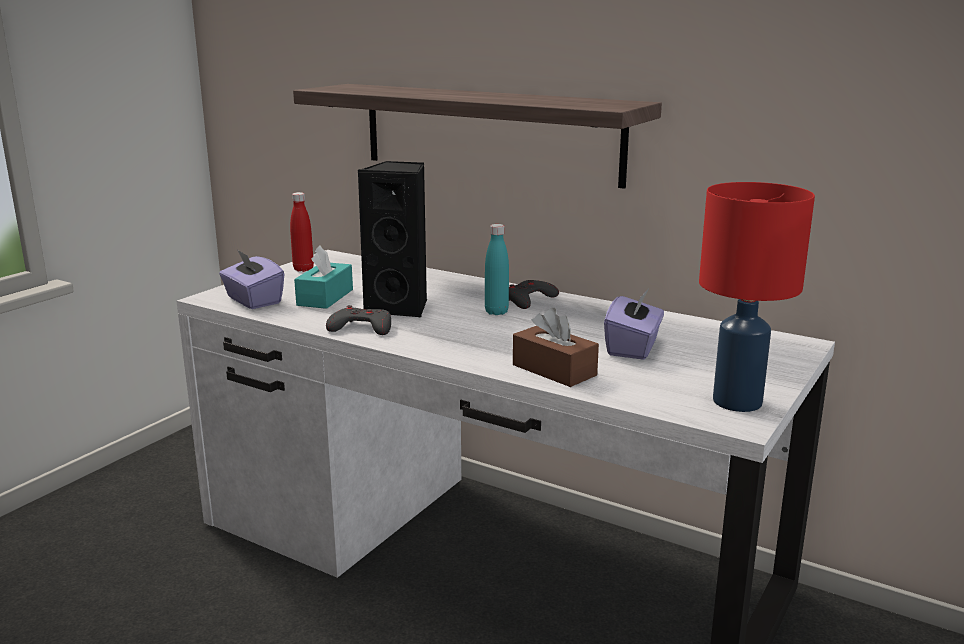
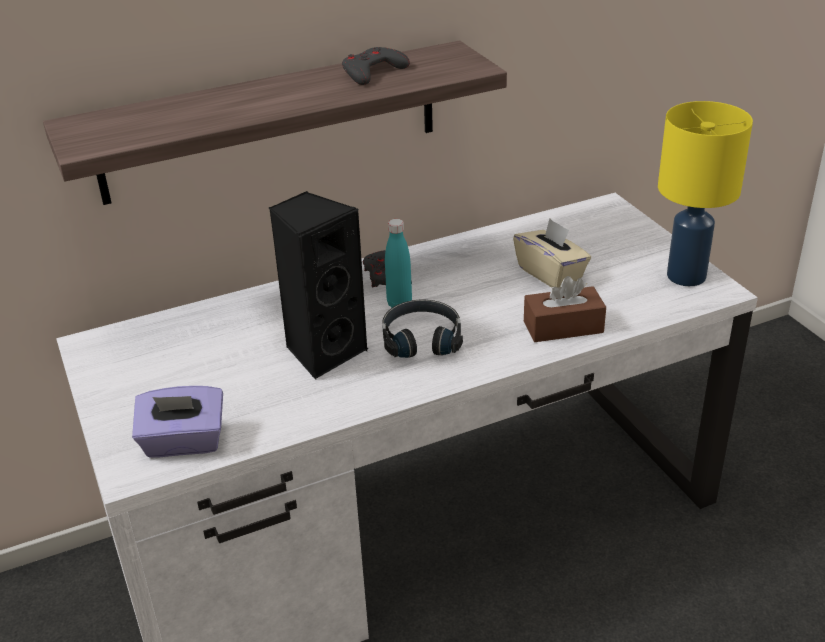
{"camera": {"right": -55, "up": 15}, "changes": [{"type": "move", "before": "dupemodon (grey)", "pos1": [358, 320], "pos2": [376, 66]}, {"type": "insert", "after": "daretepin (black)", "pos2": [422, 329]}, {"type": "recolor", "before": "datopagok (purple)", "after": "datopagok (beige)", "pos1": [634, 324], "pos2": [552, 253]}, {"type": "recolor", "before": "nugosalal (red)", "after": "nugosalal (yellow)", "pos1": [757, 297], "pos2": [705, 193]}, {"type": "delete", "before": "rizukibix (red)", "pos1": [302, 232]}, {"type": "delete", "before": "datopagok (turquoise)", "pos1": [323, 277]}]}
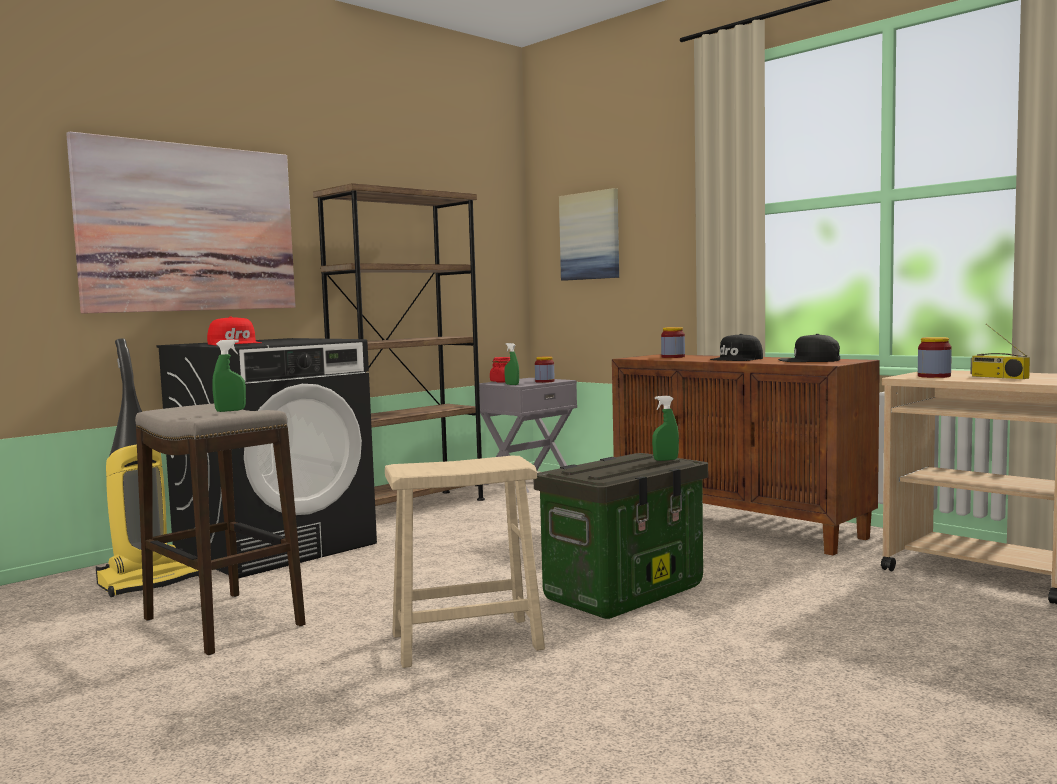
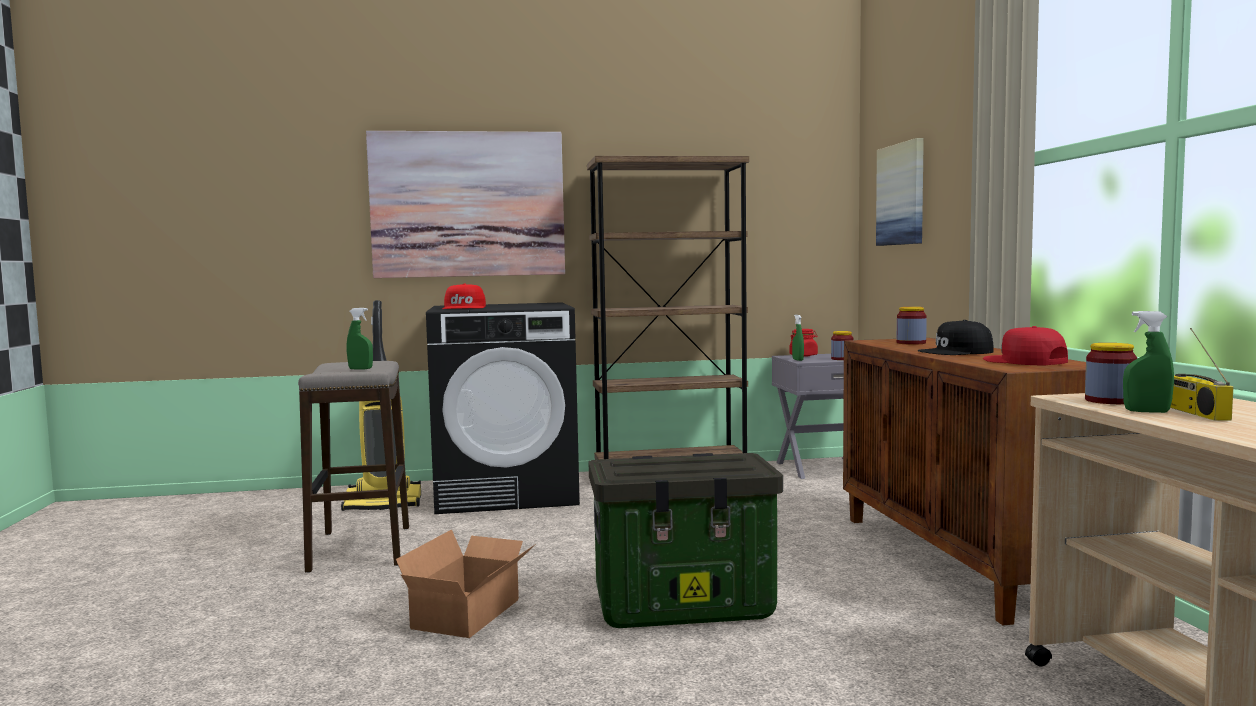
{"camera": {"right": 35, "up": 0}, "changes": [{"type": "replace", "before": "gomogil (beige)", "after": "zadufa", "pos1": [465, 562], "pos2": [466, 583]}, {"type": "recolor", "before": "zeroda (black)", "after": "zeroda (red)", "pos1": [809, 348], "pos2": [1025, 346]}, {"type": "move", "before": "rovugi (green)", "pos1": [665, 428], "pos2": [1148, 362]}]}
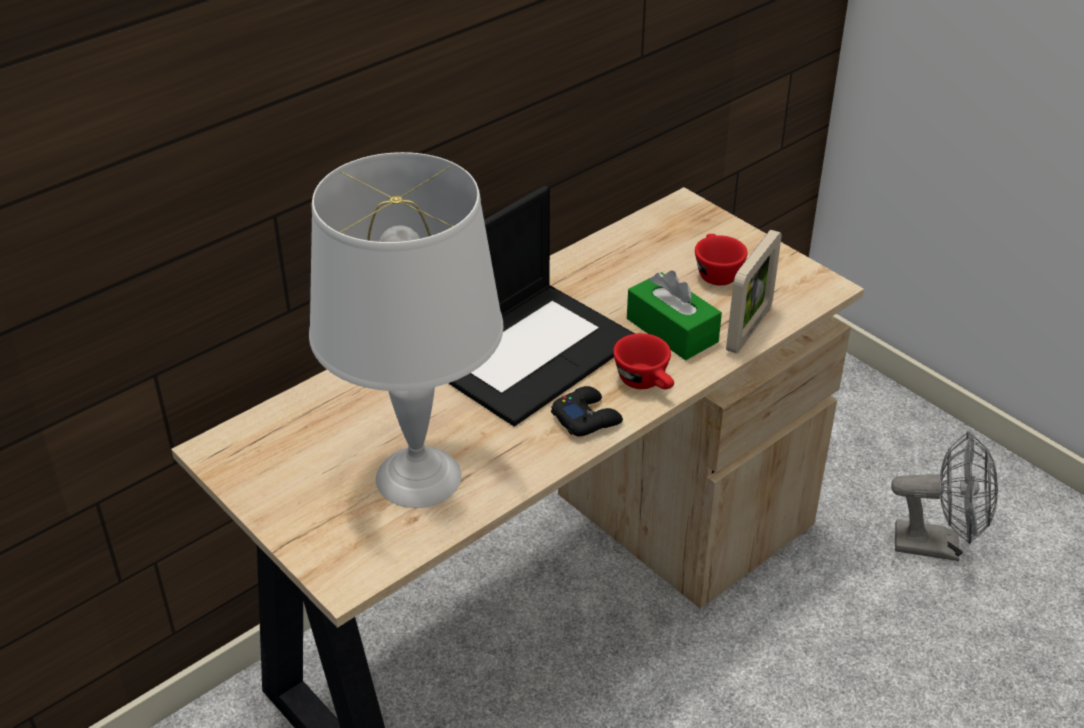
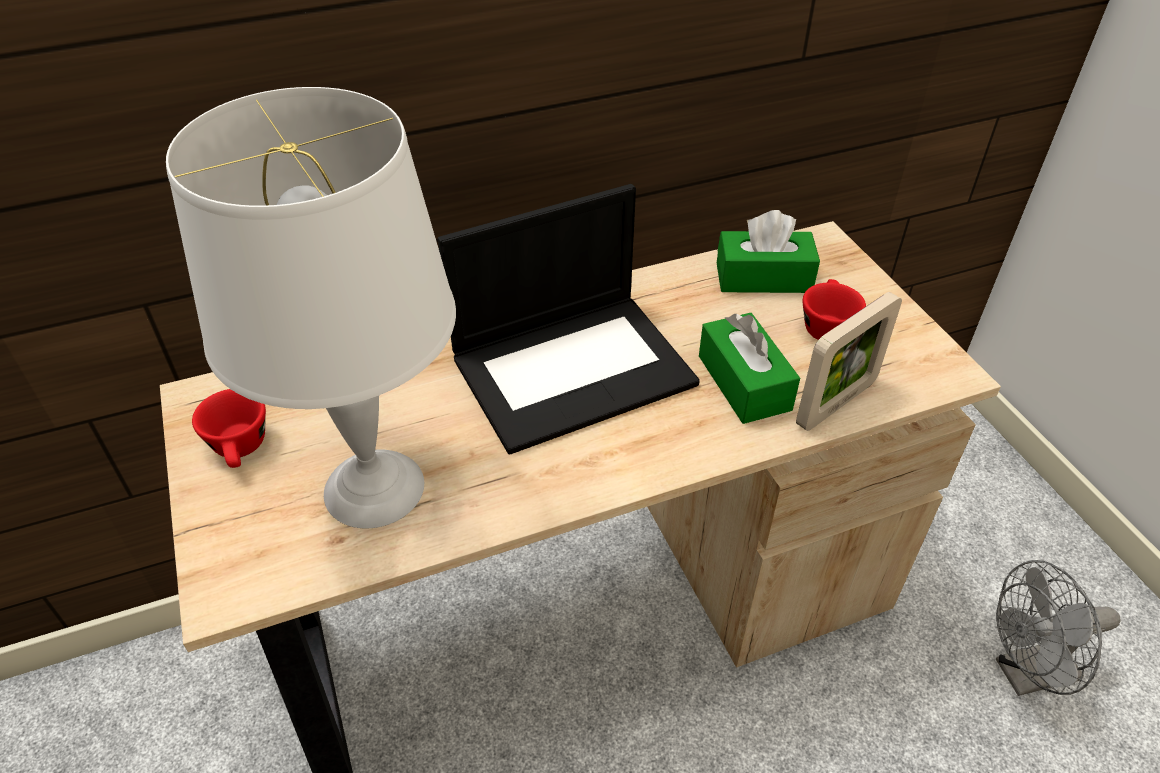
{"camera": {"right": 20, "up": 5}, "changes": [{"type": "move", "before": "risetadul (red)", "pos1": [643, 361], "pos2": [229, 428]}, {"type": "insert", "after": "datopagok (green)", "pos2": [768, 251]}, {"type": "rotate", "before": "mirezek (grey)", "pos1": [944, 496], "pos2": [1058, 628], "turn": 135}, {"type": "delete", "before": "dupemodon (black)", "pos1": [587, 411]}]}
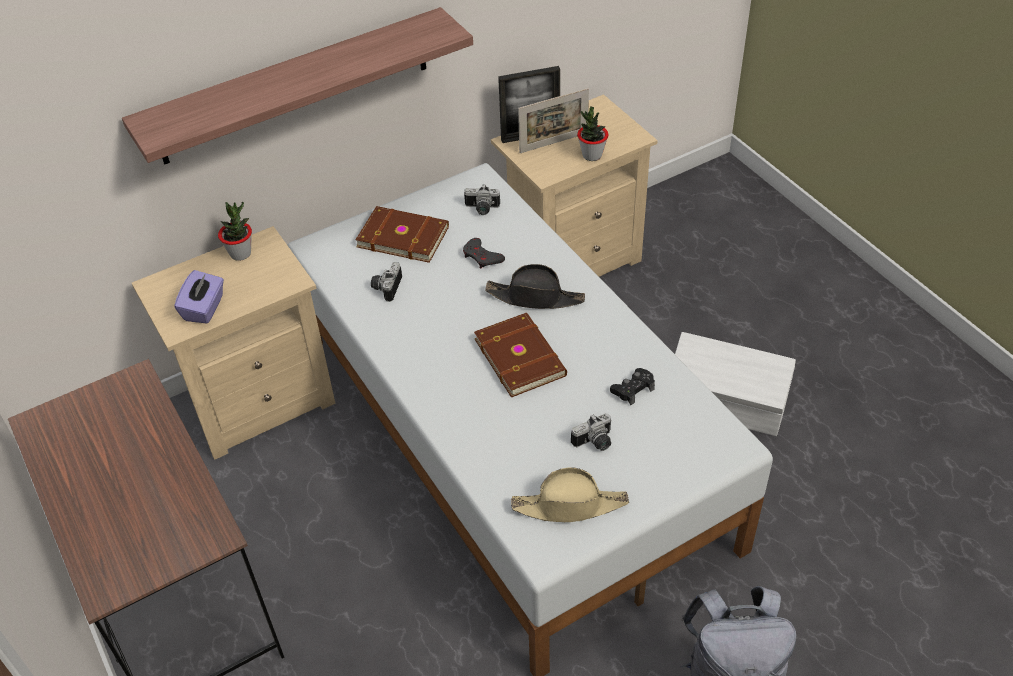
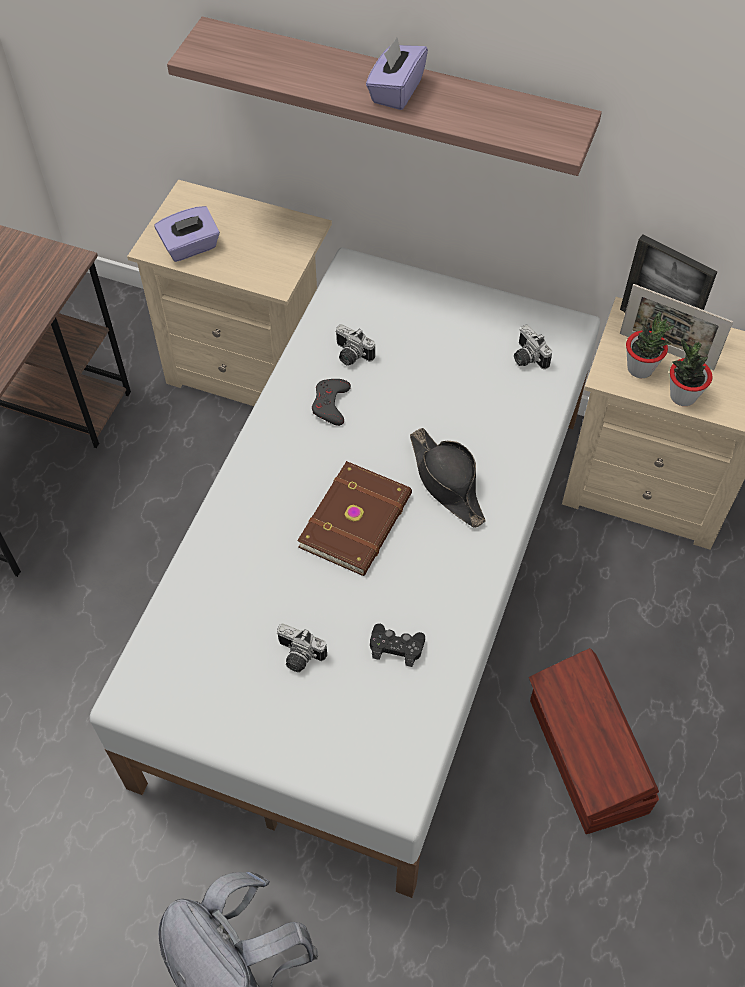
{"camera": {"right": 50, "up": 10}, "changes": [{"type": "move", "before": "dupemodon (grey)", "pos1": [484, 253], "pos2": [331, 402]}, {"type": "rotate", "before": "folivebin", "pos1": [386, 282], "pos2": [355, 345], "turn": -120}, {"type": "insert", "after": "datopagok (purple)", "pos2": [397, 74]}, {"type": "recolor", "before": "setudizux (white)", "after": "setudizux (brown)", "pos1": [735, 384], "pos2": [594, 741]}, {"type": "move", "before": "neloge", "pos1": [235, 231], "pos2": [650, 345]}, {"type": "delete", "before": "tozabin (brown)", "pos1": [402, 234]}, {"type": "delete", "before": "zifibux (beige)", "pos1": [570, 494]}]}
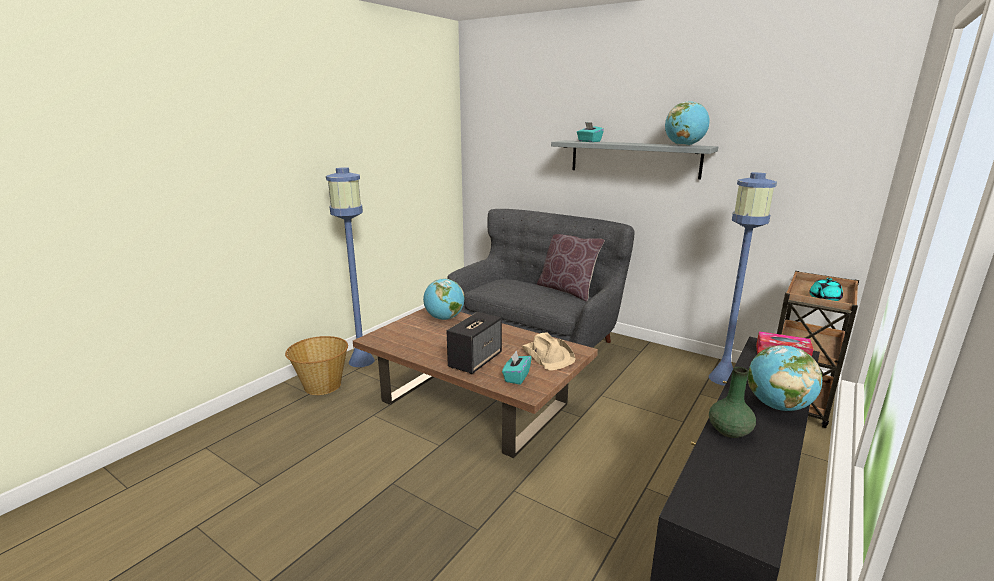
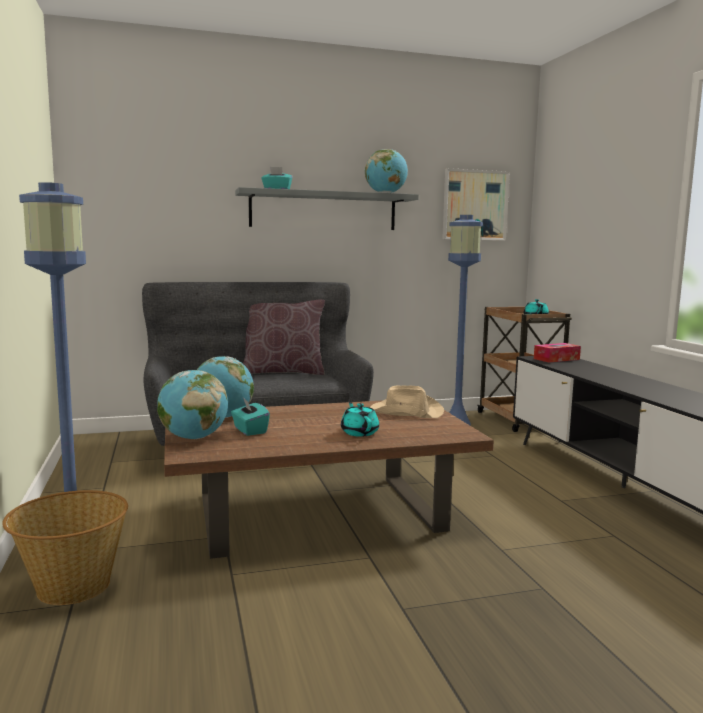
{"camera": {"right": -50, "up": -10}, "changes": [{"type": "move", "before": "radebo", "pos1": [785, 378], "pos2": [192, 404]}, {"type": "move", "before": "datopagok (turquoise)", "pos1": [517, 367], "pos2": [250, 417]}, {"type": "replace", "before": "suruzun", "after": "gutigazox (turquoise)", "pos1": [474, 343], "pos2": [360, 419]}, {"type": "insert", "after": "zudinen", "pos2": [476, 204]}, {"type": "delete", "before": "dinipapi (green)", "pos1": [732, 402]}]}
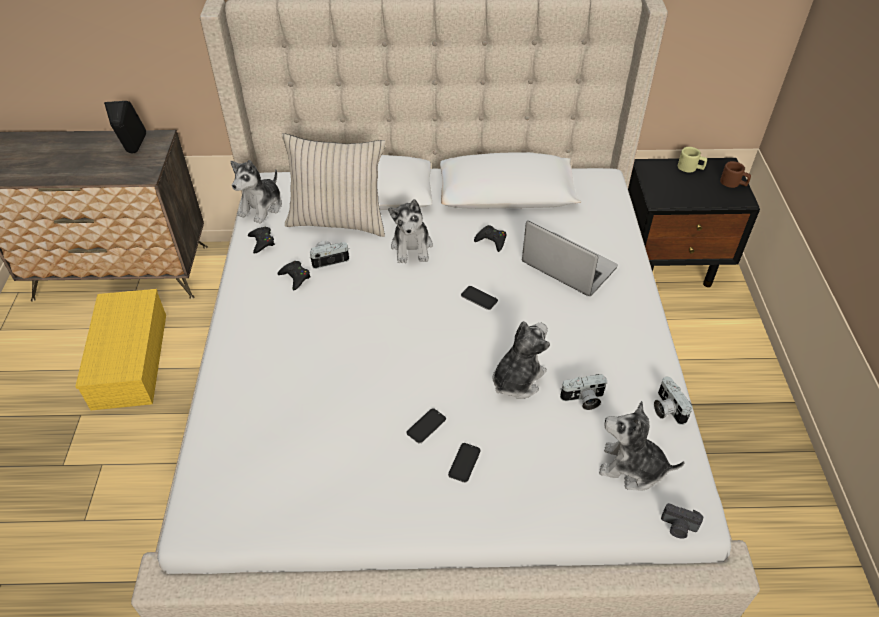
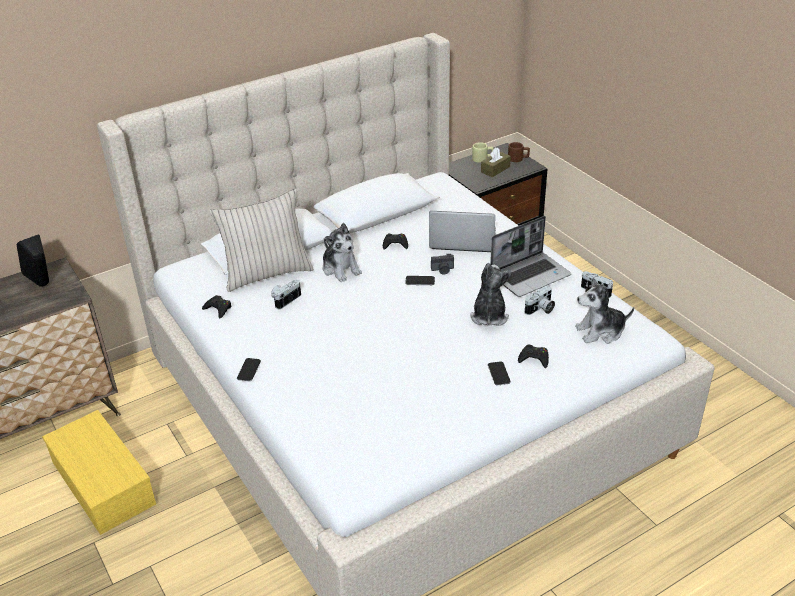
{"camera": {"right": -30, "up": -10}, "changes": [{"type": "move", "before": "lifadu", "pos1": [426, 426], "pos2": [249, 369]}, {"type": "move", "before": "folivebin", "pos1": [682, 521], "pos2": [442, 264]}, {"type": "insert", "after": "datopagok (brown)", "pos2": [496, 162]}, {"type": "insert", "after": "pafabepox", "pos2": [530, 256]}, {"type": "move", "before": "dupemodon (black)", "pos1": [294, 275], "pos2": [533, 356]}, {"type": "delete", "before": "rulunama", "pos1": [256, 192]}]}
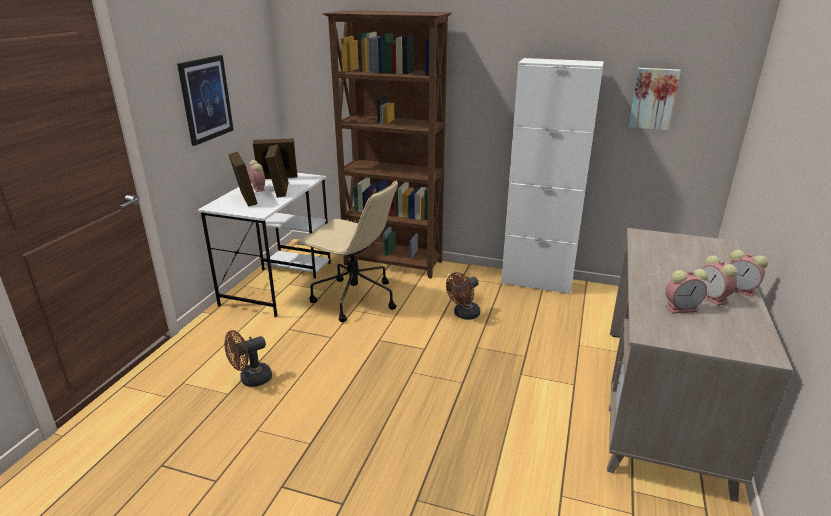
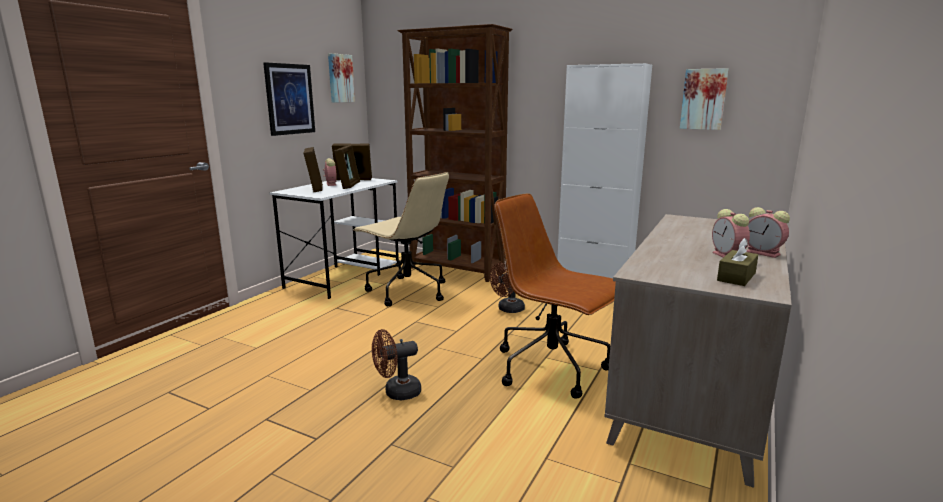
{"camera": {"right": 10, "up": -10}, "changes": [{"type": "insert", "after": "zudinen", "pos2": [341, 78]}, {"type": "move", "before": "mirezek (brown)", "pos1": [248, 358], "pos2": [396, 364]}, {"type": "insert", "after": "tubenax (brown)", "pos2": [555, 296]}, {"type": "insert", "after": "datopagok (brown)", "pos2": [737, 262]}, {"type": "delete", "before": "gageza", "pos1": [686, 291]}]}
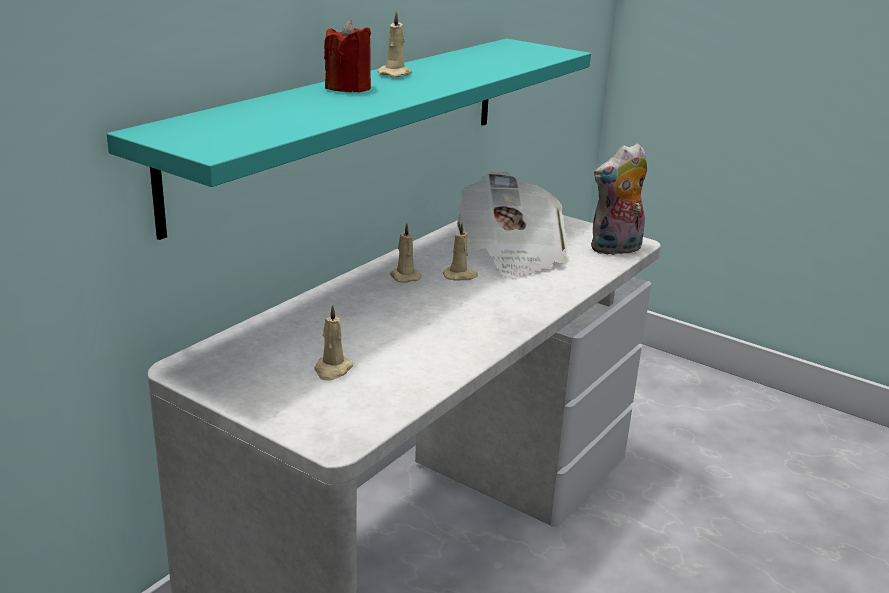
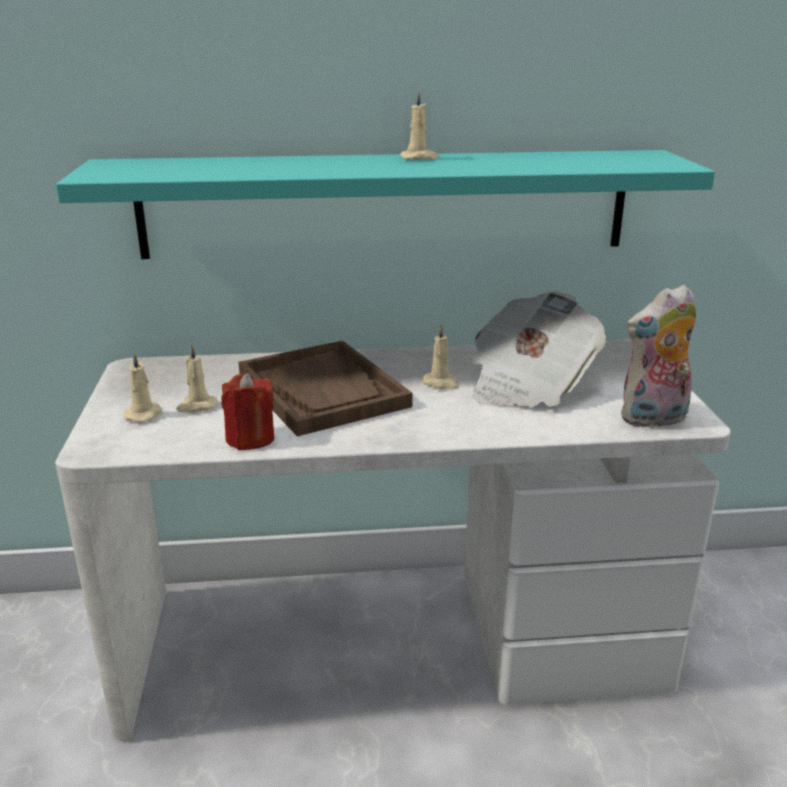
{"camera": {"right": 50, "up": 0}, "changes": [{"type": "move", "before": "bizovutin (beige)", "pos1": [406, 253], "pos2": [142, 387]}, {"type": "move", "before": "bizovutin (red)", "pos1": [347, 56], "pos2": [247, 411]}, {"type": "insert", "after": "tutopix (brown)", "pos2": [325, 388]}, {"type": "rotate", "before": "rulunama", "pos1": [619, 199], "pos2": [658, 356], "turn": -45}]}
